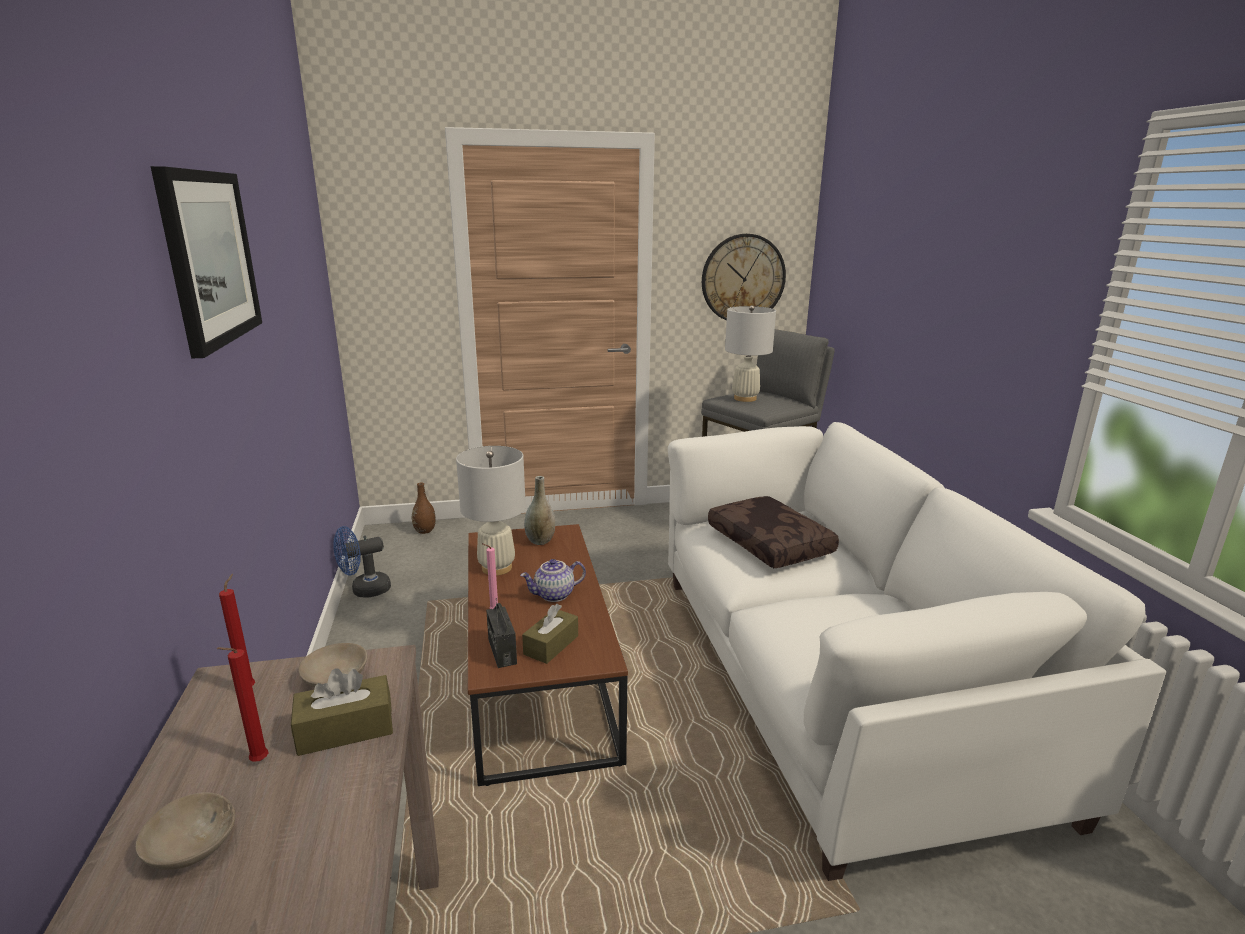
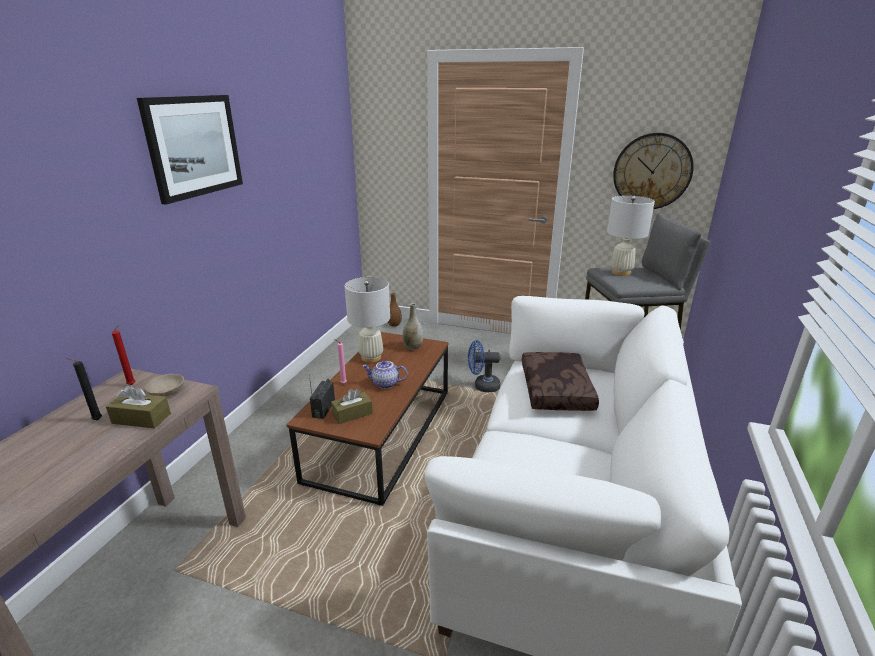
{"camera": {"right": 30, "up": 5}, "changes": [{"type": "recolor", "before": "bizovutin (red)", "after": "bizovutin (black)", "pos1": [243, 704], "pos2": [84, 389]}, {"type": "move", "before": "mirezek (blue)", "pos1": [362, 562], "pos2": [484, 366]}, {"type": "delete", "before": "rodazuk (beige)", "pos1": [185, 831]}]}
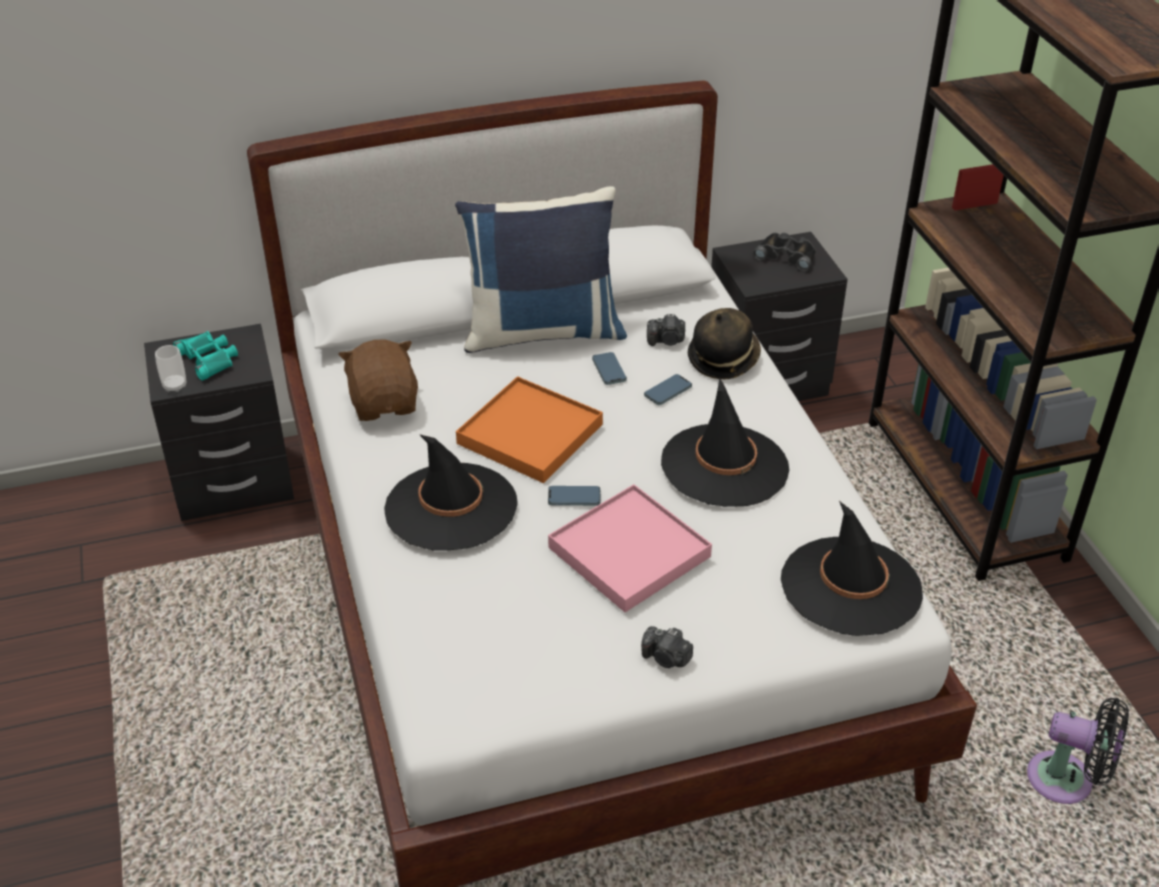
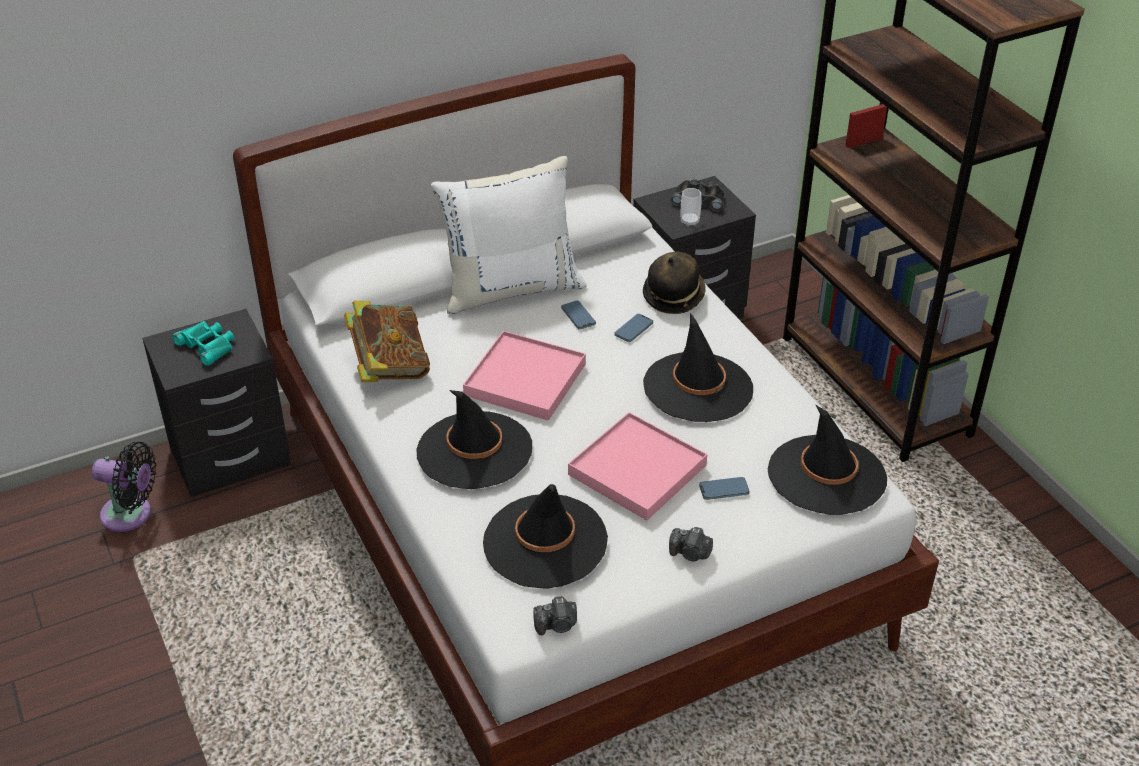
{"camera": {"right": -10, "up": 0}, "changes": [{"type": "move", "before": "mirezek (black)", "pos1": [1078, 751], "pos2": [124, 487]}, {"type": "replace", "before": "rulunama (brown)", "after": "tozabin", "pos1": [378, 380], "pos2": [387, 341]}, {"type": "recolor", "before": "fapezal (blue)", "after": "fapezal (white)", "pos1": [541, 269], "pos2": [509, 235]}, {"type": "recolor", "before": "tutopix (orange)", "after": "tutopix (pink)", "pos1": [529, 429], "pos2": [524, 376]}, {"type": "insert", "after": "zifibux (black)", "pos2": [545, 536]}, {"type": "move", "before": "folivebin", "pos1": [666, 330], "pos2": [555, 615]}, {"type": "move", "before": "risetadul", "pos1": [170, 368], "pos2": [691, 207]}, {"type": "move", "before": "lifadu", "pos1": [574, 496], "pos2": [724, 488]}]}
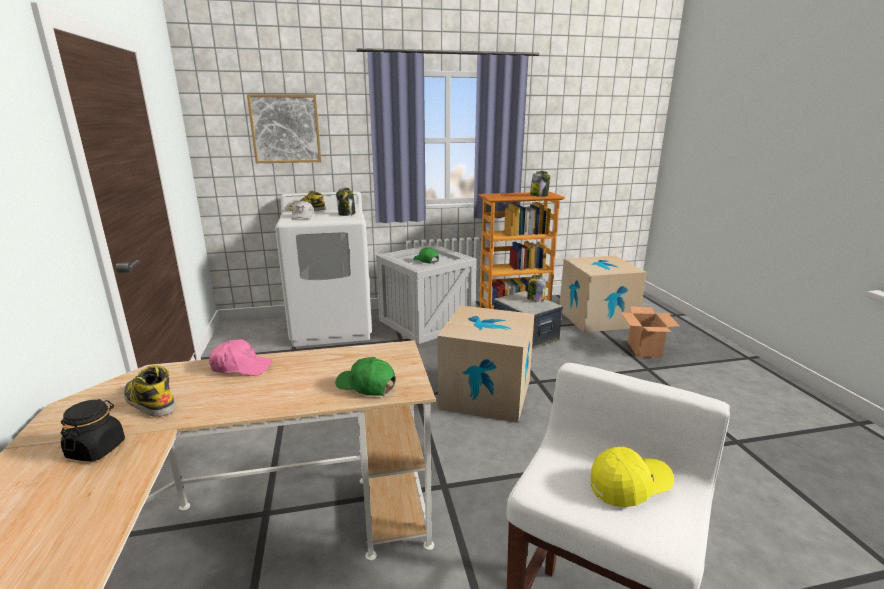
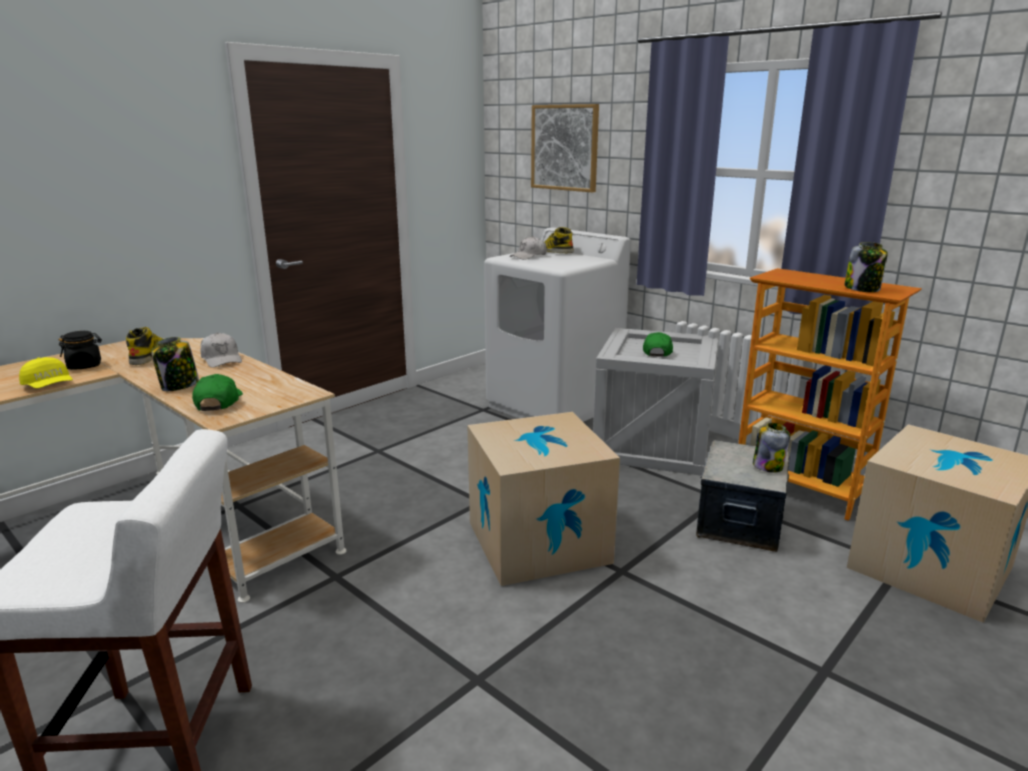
{"camera": {"right": 55, "up": 0}, "changes": [{"type": "move", "before": "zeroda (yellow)", "pos1": [632, 477], "pos2": [46, 372]}, {"type": "move", "before": "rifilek", "pos1": [346, 202], "pos2": [175, 364]}, {"type": "recolor", "before": "zeroda (pink)", "after": "zeroda (white)", "pos1": [241, 357], "pos2": [221, 350]}, {"type": "delete", "before": "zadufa", "pos1": [650, 332]}]}
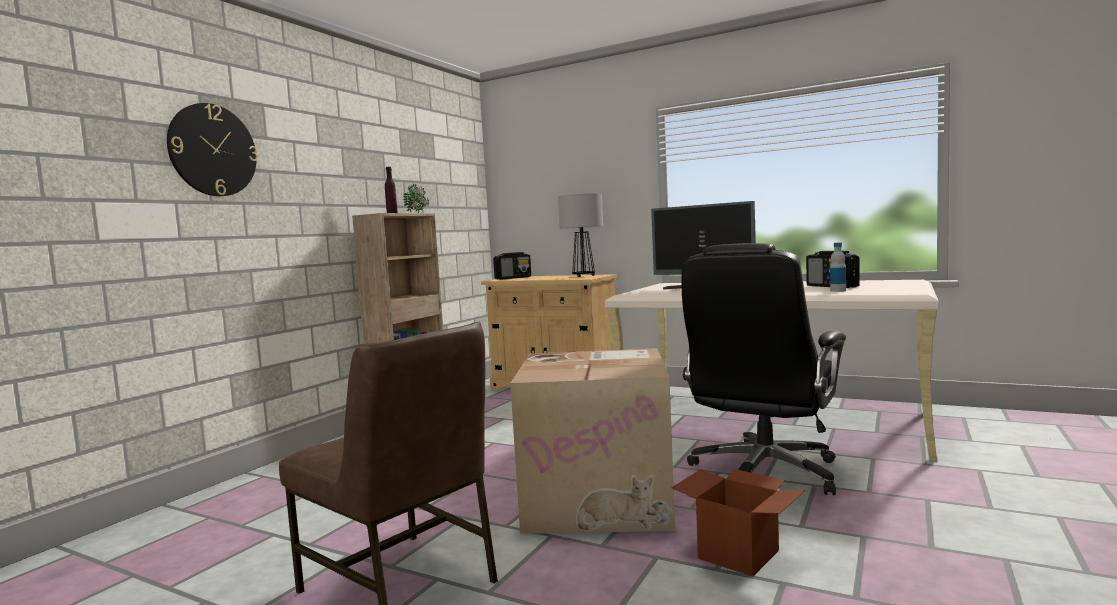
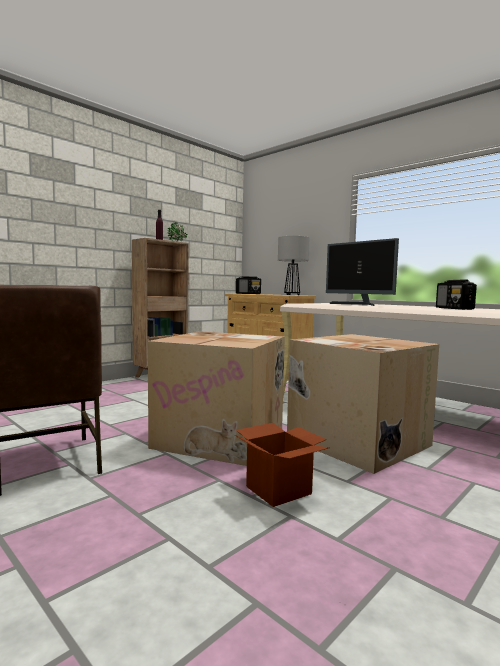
{"camera": {"right": 15, "up": 0}, "changes": [{"type": "replace", "before": "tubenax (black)", "after": "zadufa", "pos1": [764, 369], "pos2": [363, 404]}, {"type": "delete", "before": "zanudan", "pos1": [212, 149]}, {"type": "delete", "before": "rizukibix", "pos1": [838, 267]}]}
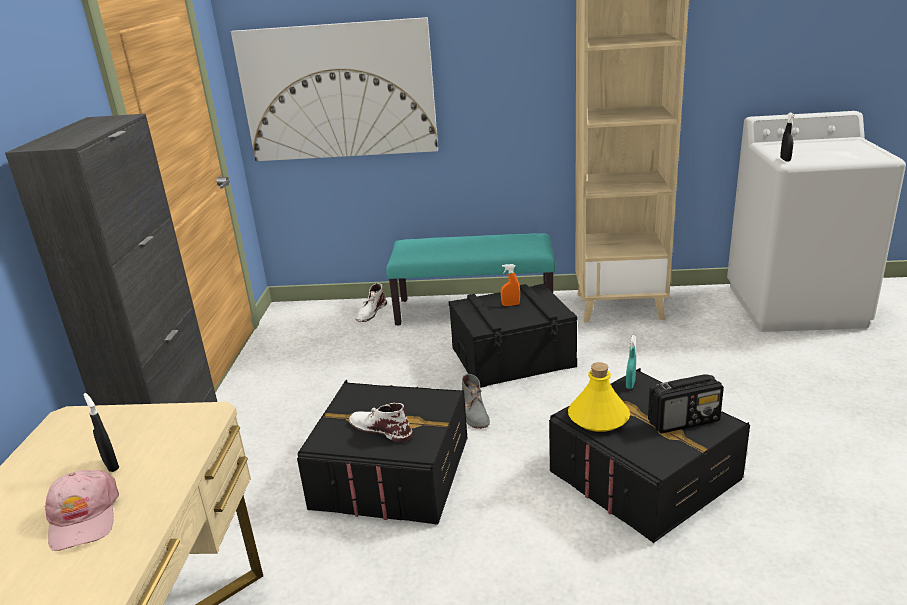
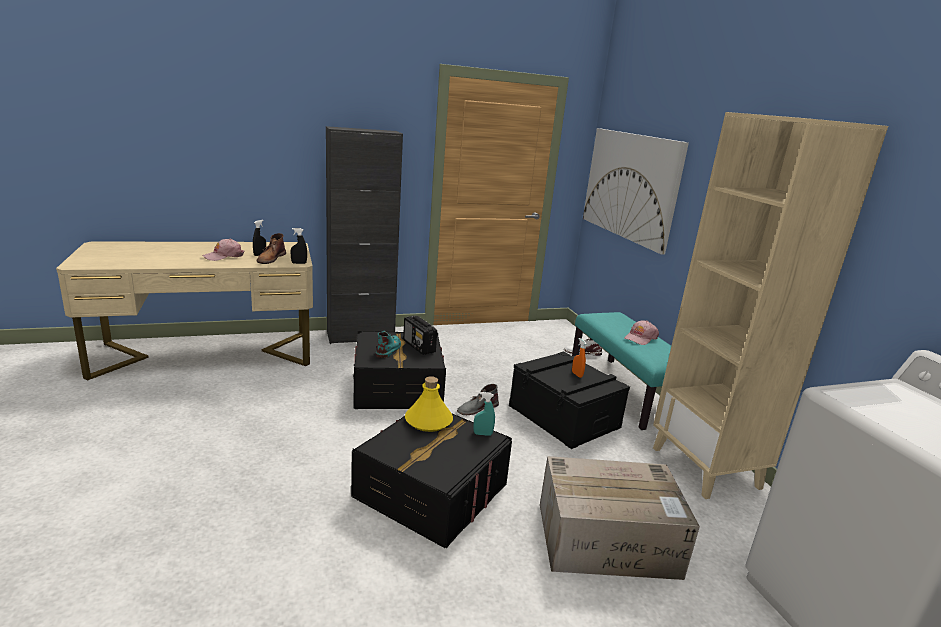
{"camera": {"right": 65, "up": -5}, "changes": [{"type": "insert", "after": "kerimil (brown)", "pos2": [271, 248]}, {"type": "move", "before": "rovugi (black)", "pos1": [787, 137], "pos2": [298, 246]}, {"type": "recolor", "before": "kerimil (white)", "after": "kerimil (turquoise)", "pos1": [381, 423], "pos2": [388, 344]}, {"type": "move", "before": "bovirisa", "pos1": [686, 404], "pos2": [420, 335]}, {"type": "insert", "after": "zadufa", "pos2": [620, 518]}, {"type": "insert", "after": "zeroda (pink)", "pos2": [641, 332]}]}
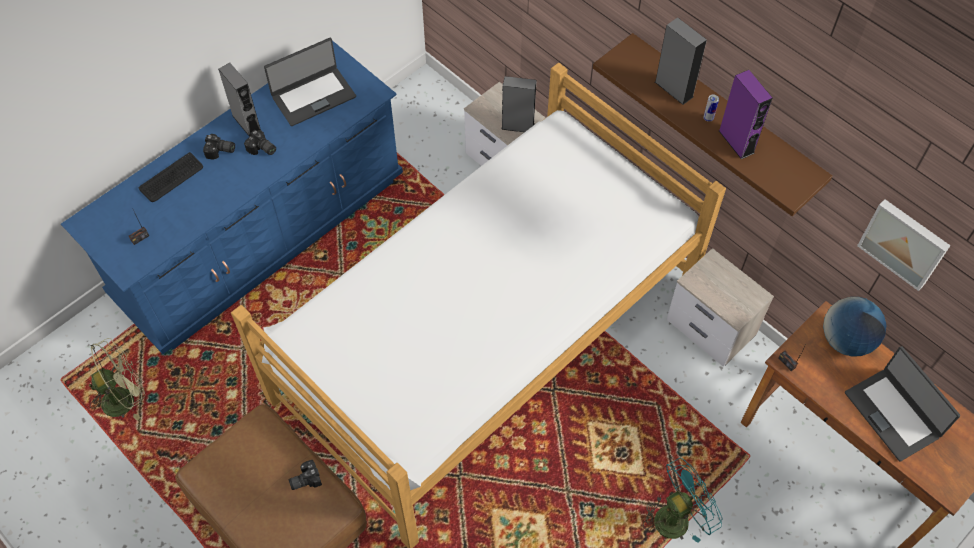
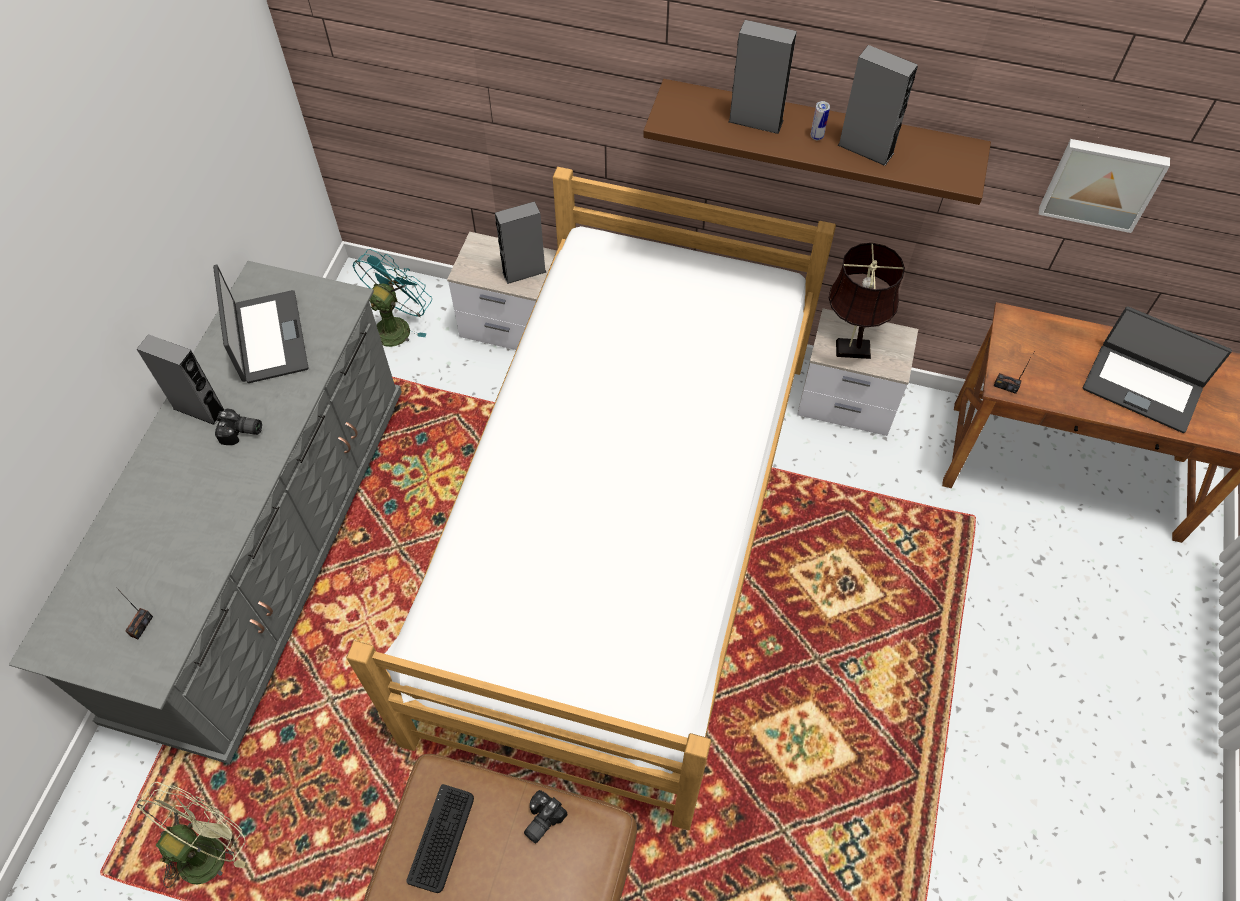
{"camera": {"right": -30, "up": 0}, "changes": [{"type": "recolor", "before": "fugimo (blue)", "after": "fugimo (grey)", "pos1": [232, 197], "pos2": [205, 512]}, {"type": "rotate", "before": "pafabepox", "pos1": [310, 82], "pos2": [260, 323], "turn": -45}, {"type": "move", "before": "mirezek (turquoise)", "pos1": [683, 500], "pos2": [392, 298]}, {"type": "move", "before": "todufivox", "pos1": [171, 177], "pos2": [440, 838]}, {"type": "insert", "after": "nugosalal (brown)", "pos2": [866, 301]}, {"type": "recolor", "before": "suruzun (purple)", "after": "suruzun (grey)", "pos1": [745, 114], "pos2": [878, 105]}, {"type": "delete", "before": "folivebin", "pos1": [219, 146]}, {"type": "delete", "before": "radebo", "pos1": [854, 327]}]}
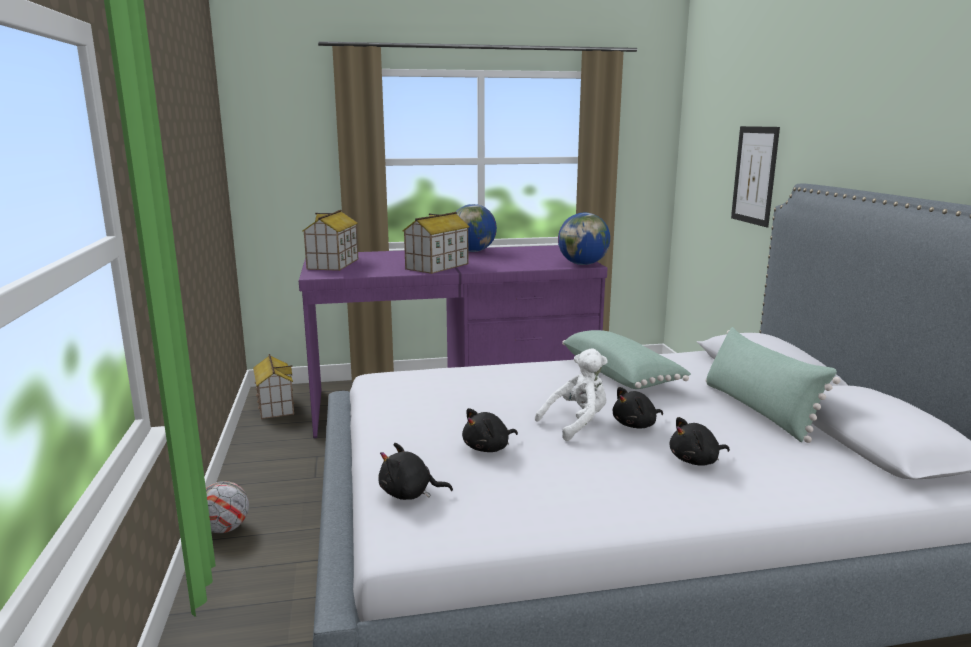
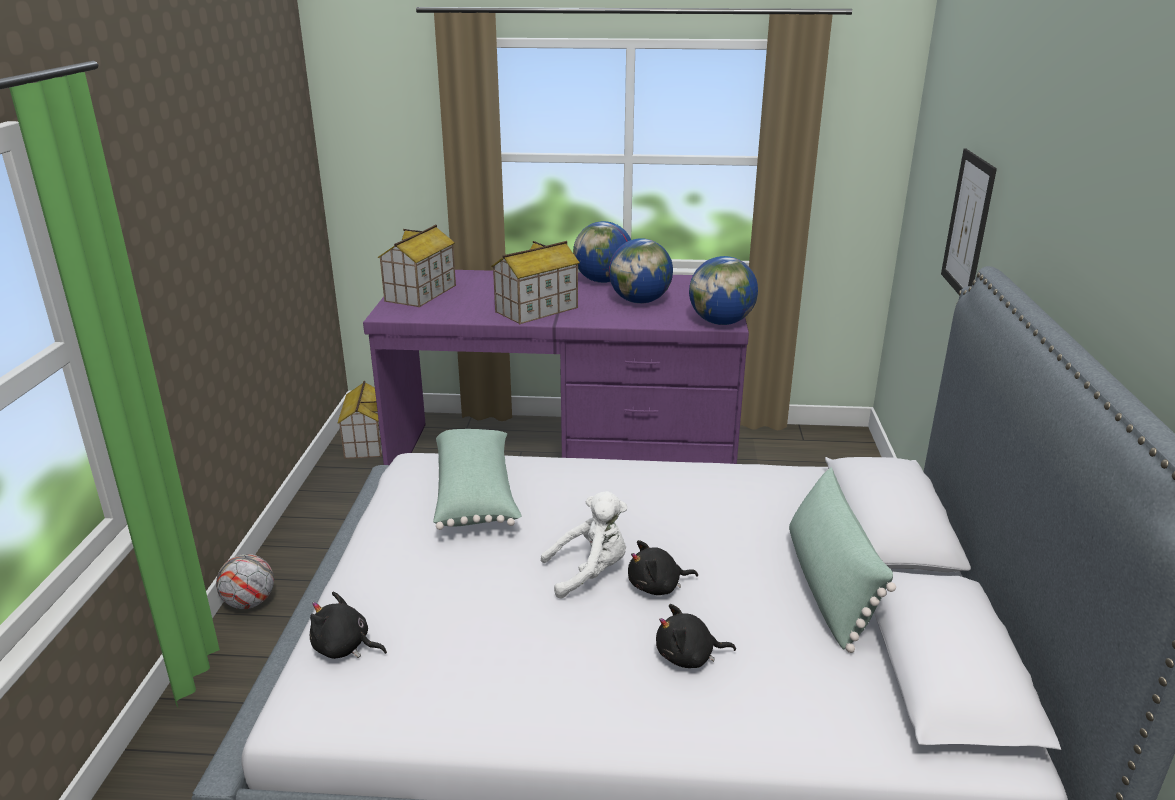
{"camera": {"right": 15, "up": 10}, "changes": [{"type": "move", "before": "fapezal (green)", "pos1": [626, 359], "pos2": [477, 479]}, {"type": "insert", "after": "radebo", "pos2": [641, 271]}, {"type": "delete", "before": "rulunama (black)", "pos1": [490, 430]}]}
